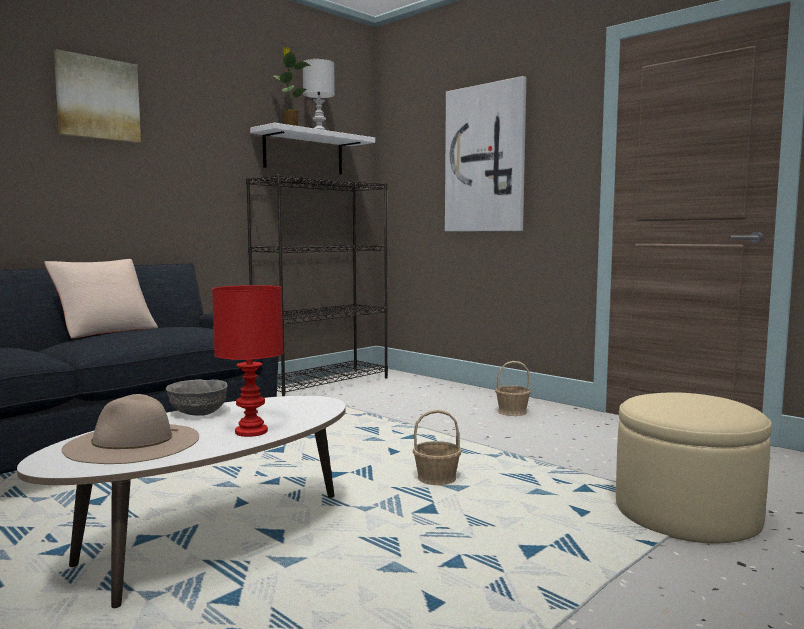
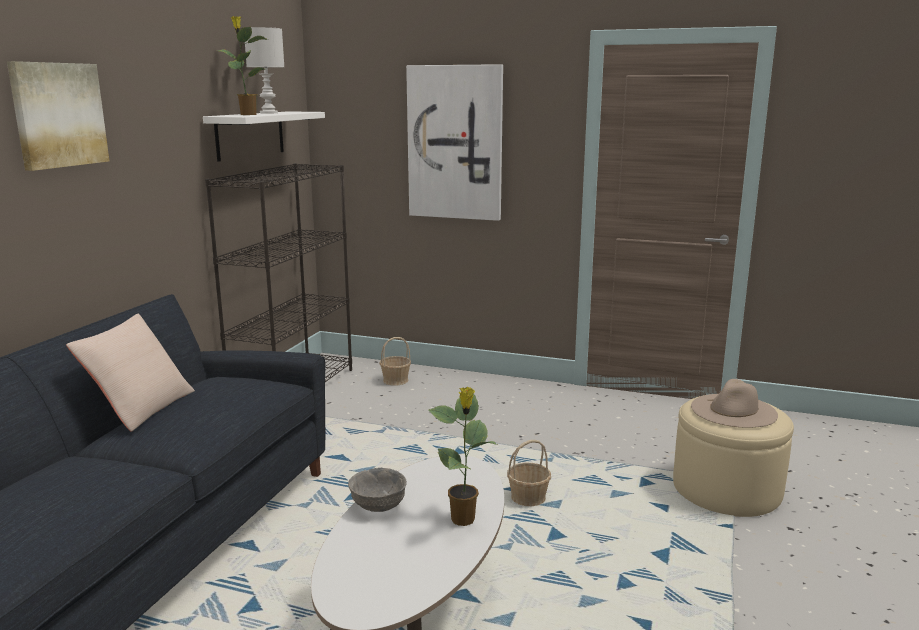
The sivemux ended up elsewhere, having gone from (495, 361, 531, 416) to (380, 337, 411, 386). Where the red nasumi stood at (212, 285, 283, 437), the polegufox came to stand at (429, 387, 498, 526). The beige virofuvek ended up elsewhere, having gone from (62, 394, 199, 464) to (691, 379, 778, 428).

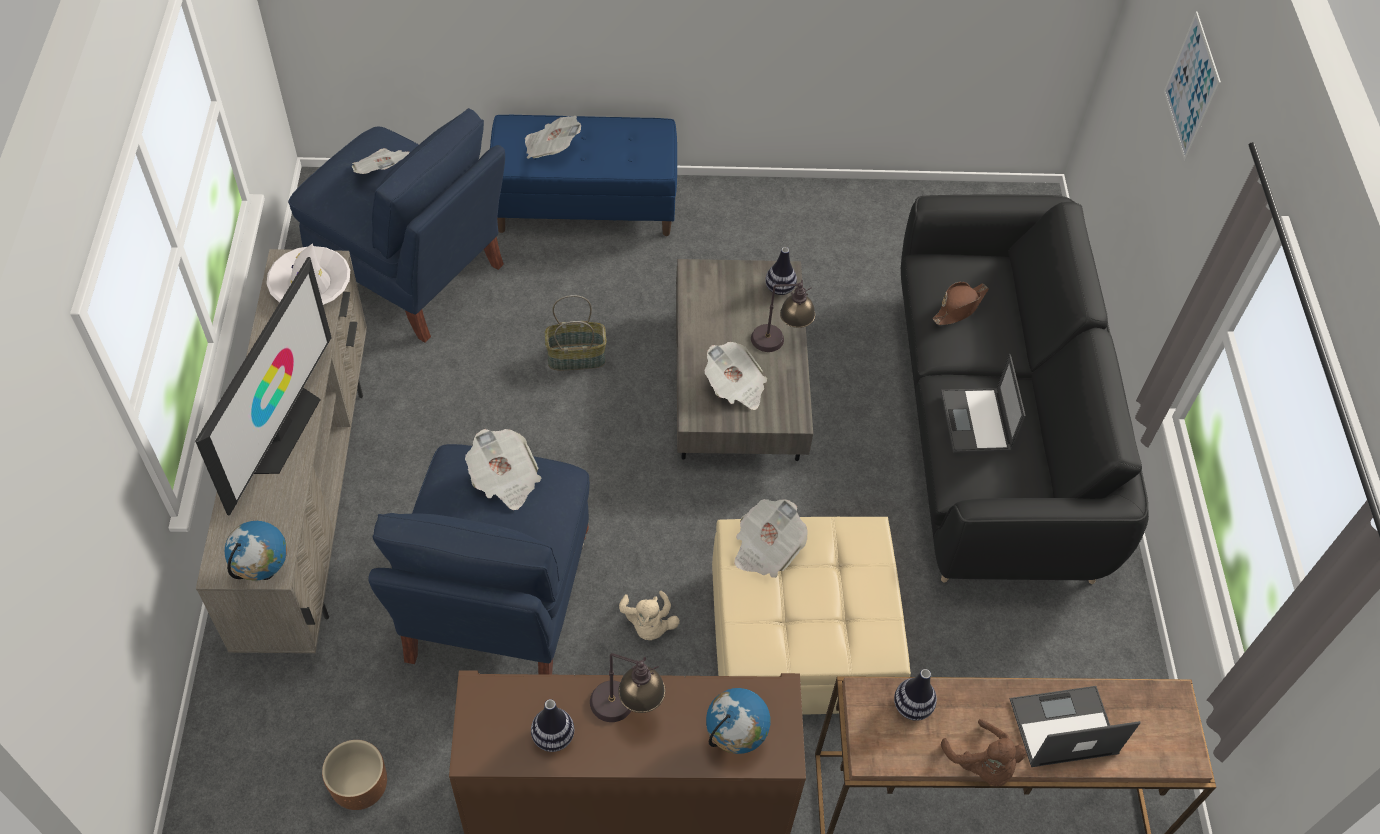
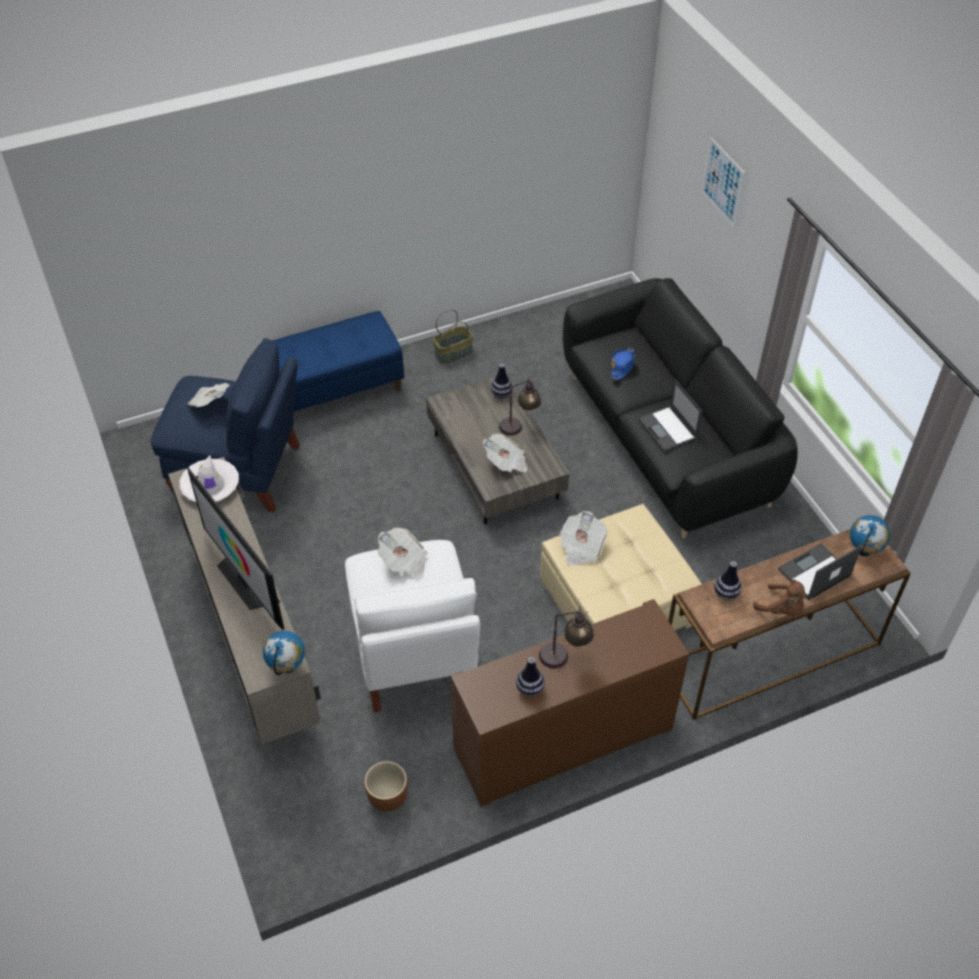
The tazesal at (195, 257, 332, 516) ended up facing another way, 150 degrees clockwise from before. What was the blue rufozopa at (368, 444, 590, 675) turned into the white rufozopa at (345, 540, 480, 712). The sivemux ended up elsewhere, having gone from (545, 295, 607, 370) to (433, 309, 473, 364). What was the brown virofuvek at (933, 282, 989, 325) turned into the blue virofuvek at (611, 347, 635, 380). The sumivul ended up elsewhere, having gone from (706, 688, 771, 754) to (850, 515, 890, 557). The second view lost the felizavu at (525, 116, 581, 159). The second view lost the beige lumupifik at (619, 591, 680, 640).

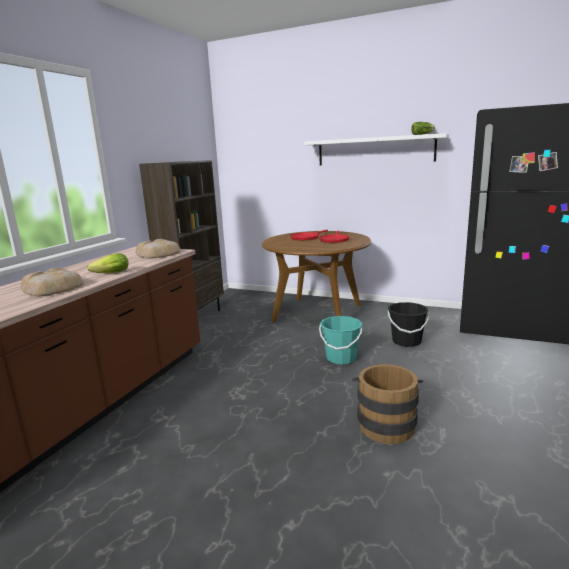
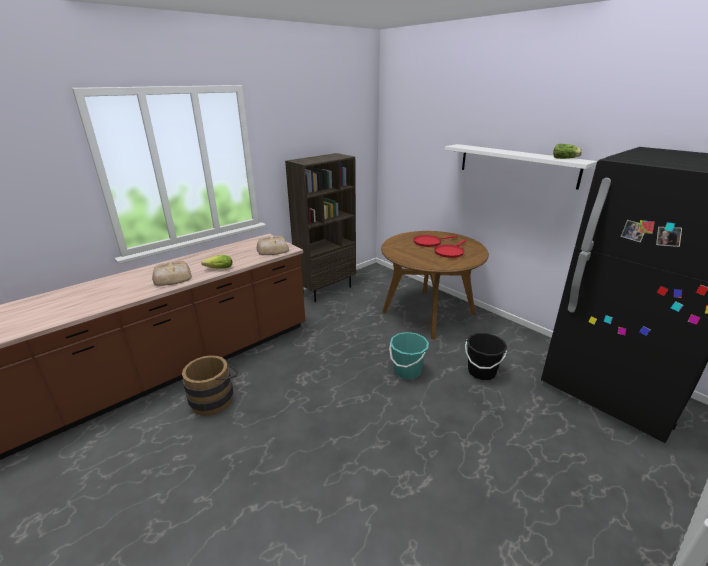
The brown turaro ended up elsewhere, having gone from (352, 364, 423, 444) to (182, 355, 239, 416).

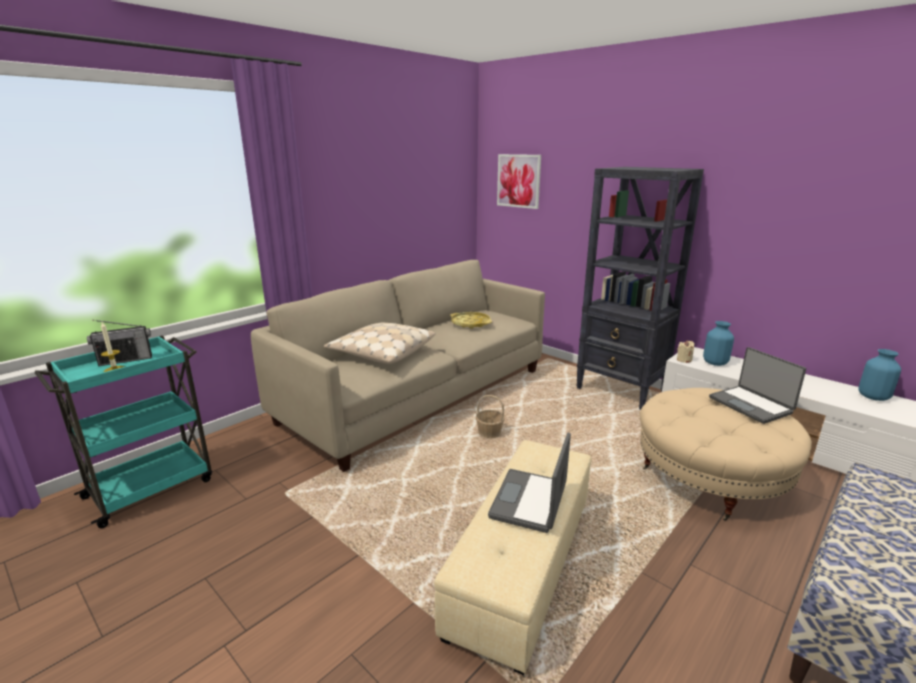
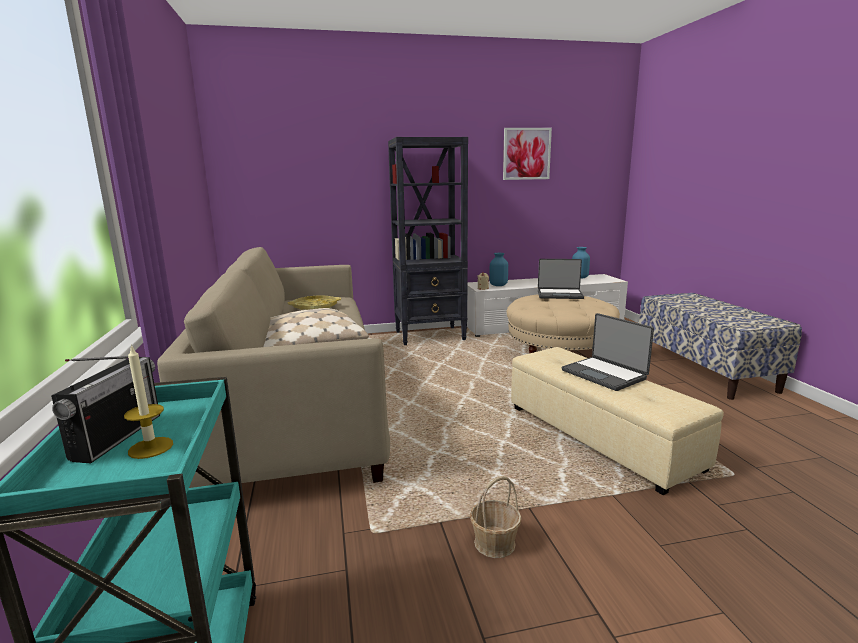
The sivemux ended up elsewhere, having gone from (476, 395, 505, 439) to (470, 476, 522, 558). The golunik ended up elsewhere, having gone from (497, 154, 541, 209) to (503, 128, 552, 180).

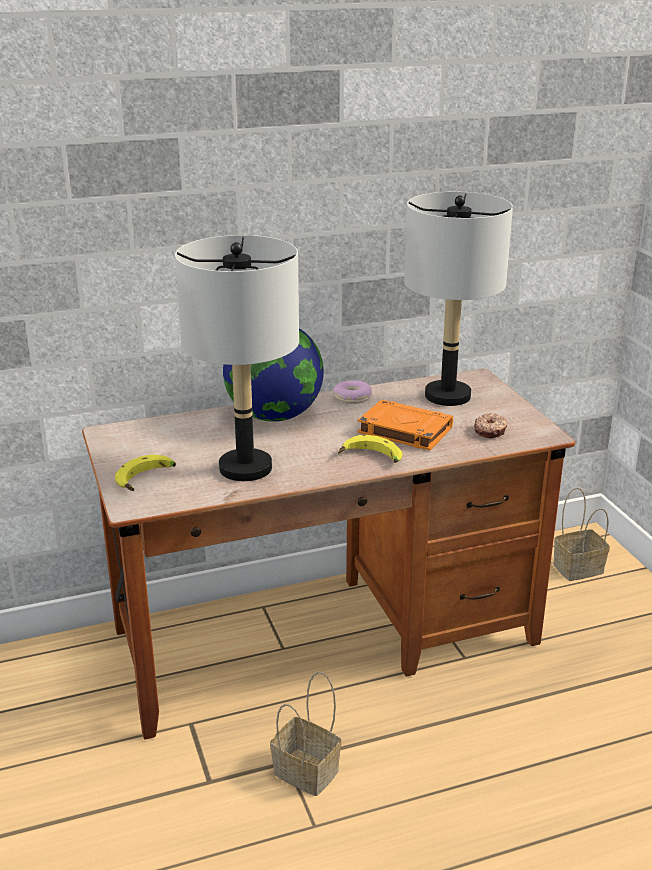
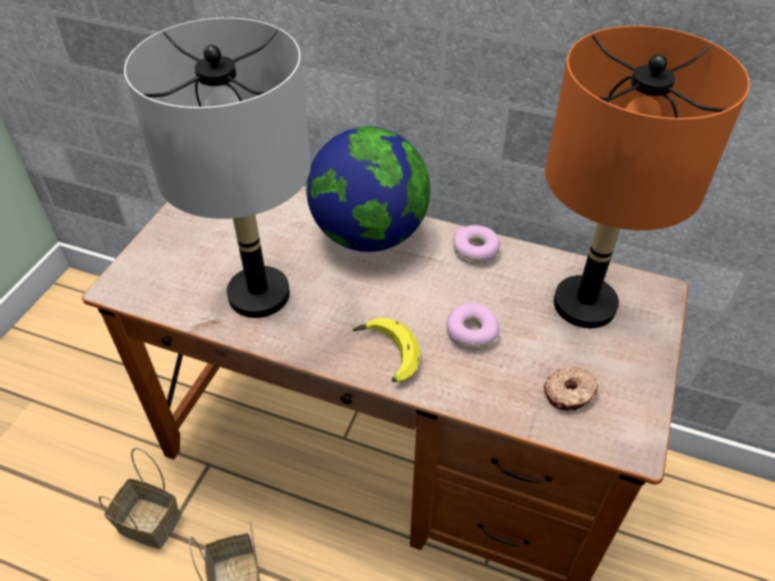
The sivemux ended up elsewhere, having gone from (553, 487, 610, 581) to (99, 448, 181, 549). Where the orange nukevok stood at (357, 400, 453, 450), the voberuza came to stand at (446, 303, 499, 349). What was the grey nasumi at (404, 192, 513, 406) turned into the orange nasumi at (545, 26, 750, 328). The second view lost the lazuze at (115, 455, 176, 491).

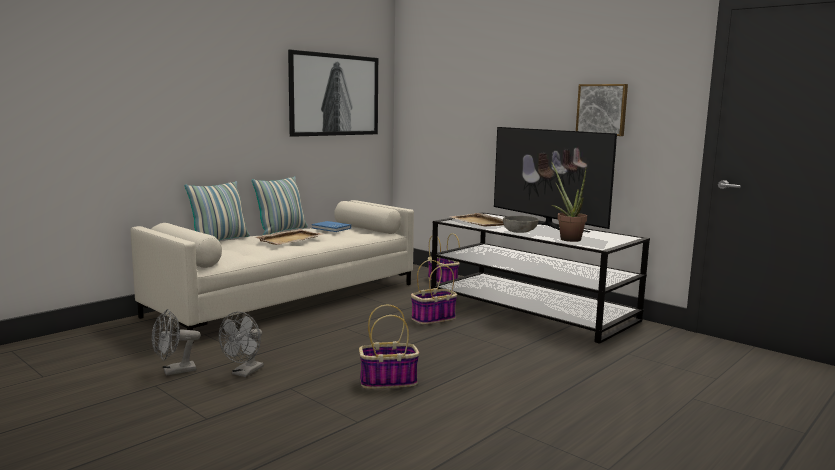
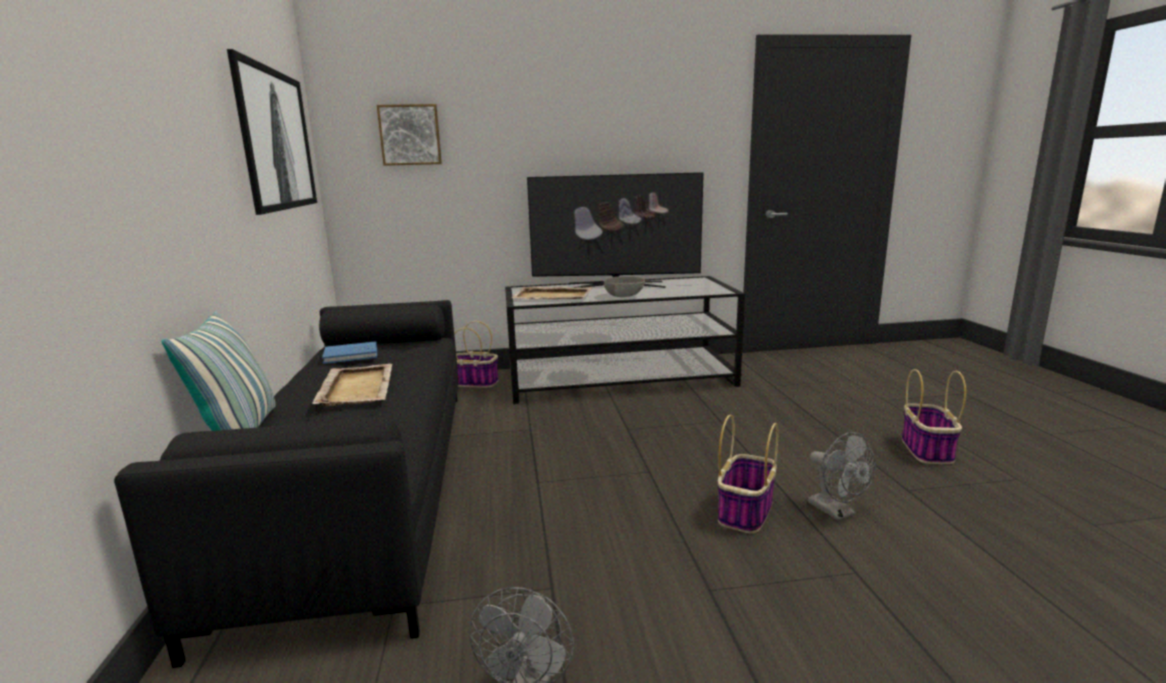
What was the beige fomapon at (131, 200, 414, 343) turned into the black fomapon at (114, 300, 459, 668). The golunik ended up elsewhere, having gone from (576, 84, 628, 136) to (377, 104, 442, 166). The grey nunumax ended up elsewhere, having gone from (219, 312, 264, 377) to (808, 432, 876, 521). The sivemux ended up elsewhere, having gone from (411, 260, 457, 324) to (901, 369, 966, 464). The second view lost the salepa at (252, 176, 308, 235). The second view lost the polegufox at (552, 163, 587, 242).

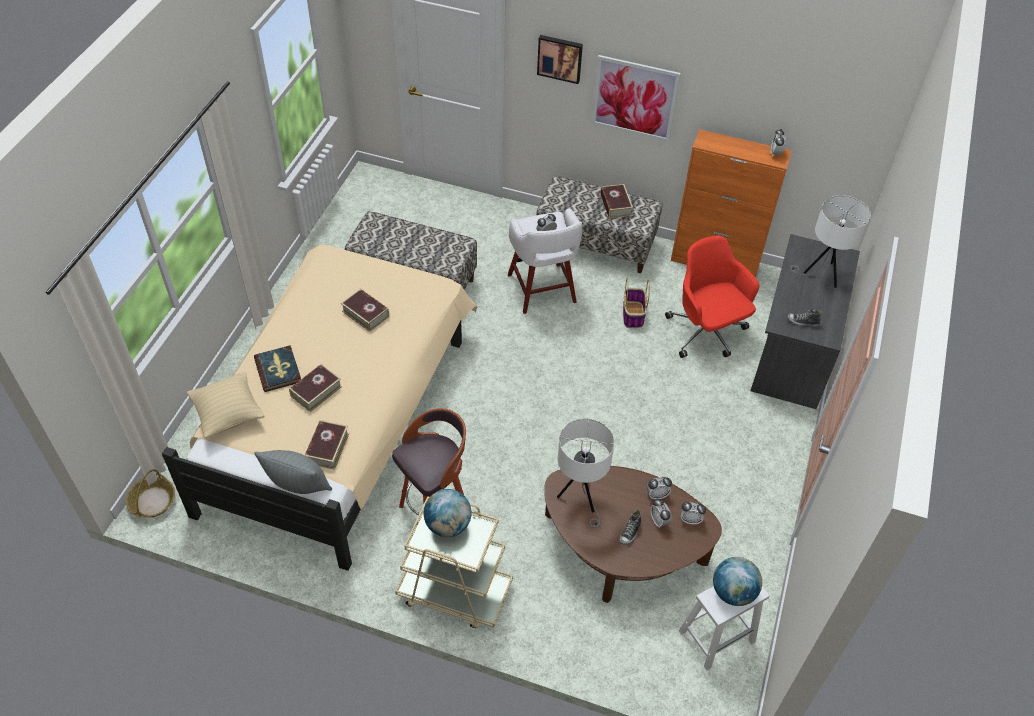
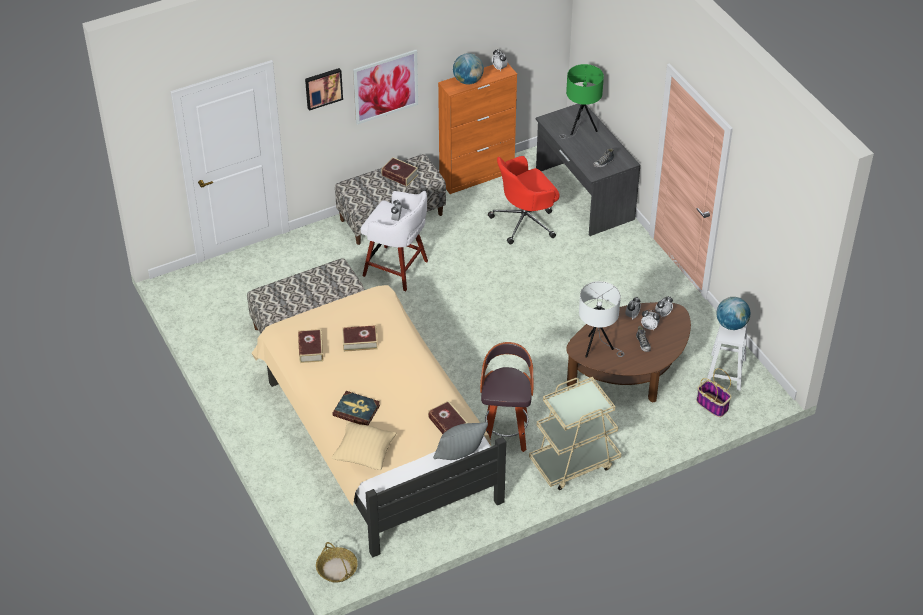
The nukevok ended up elsewhere, having gone from (289, 364, 342, 412) to (298, 329, 323, 363). The sumivul ended up elsewhere, having gone from (424, 489, 472, 537) to (453, 53, 484, 85). The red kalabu at (665, 236, 759, 358) ended up facing another way, 45 degrees counterclockwise from before. What was the white nasumi at (790, 195, 871, 288) turned into the green nasumi at (560, 64, 604, 139). The sivemux ended up elsewhere, having gone from (623, 278, 650, 328) to (696, 368, 732, 417).

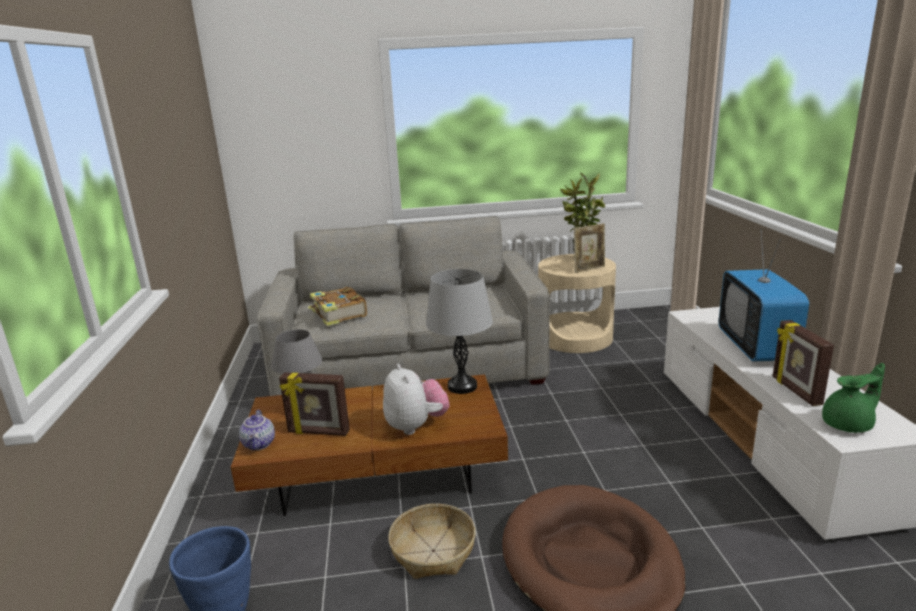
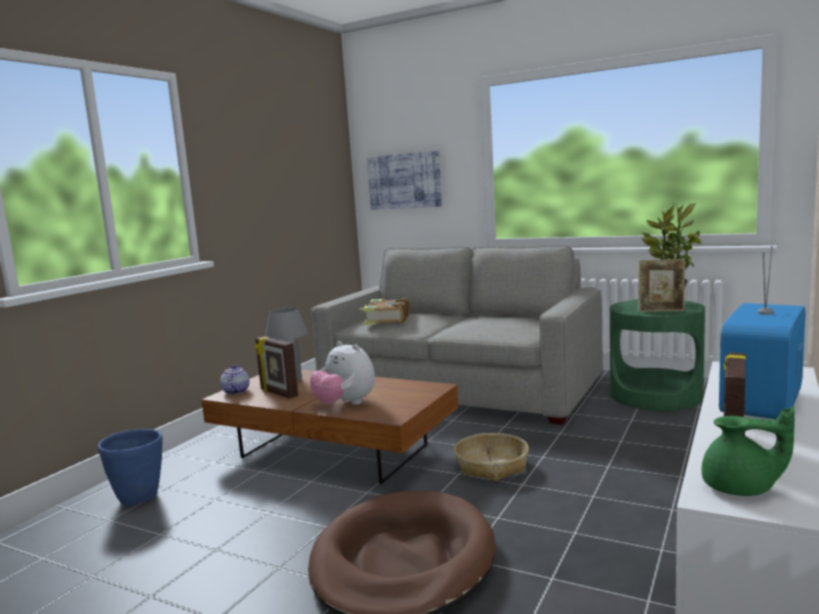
The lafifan at (239, 410, 275, 450) ended up facing another way, 150 degrees clockwise from before. The lumupifik at (383, 364, 450, 435) ended up facing another way, 120 degrees clockwise from before. The second view gained the golunik at (367, 151, 442, 210). The sivemux ended up elsewhere, having gone from (388, 504, 476, 579) to (454, 433, 529, 482). What was the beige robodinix at (538, 254, 616, 353) turned into the green robodinix at (610, 299, 705, 411). The second view lost the grey nasumi at (426, 269, 493, 394).

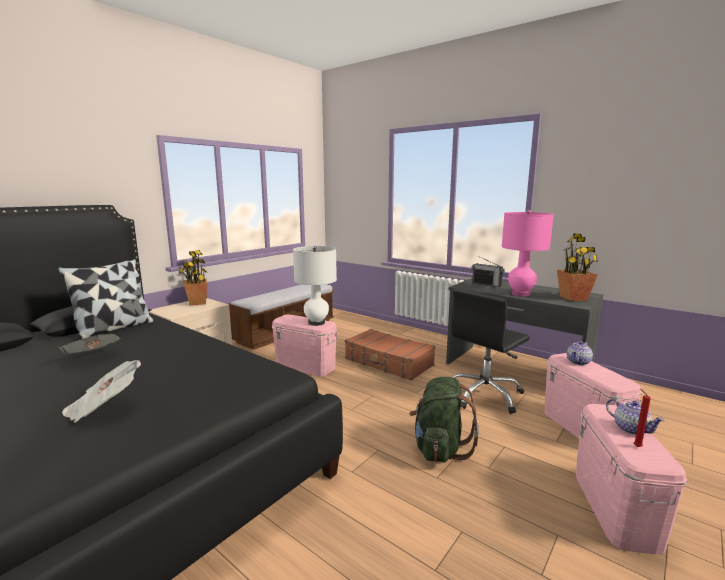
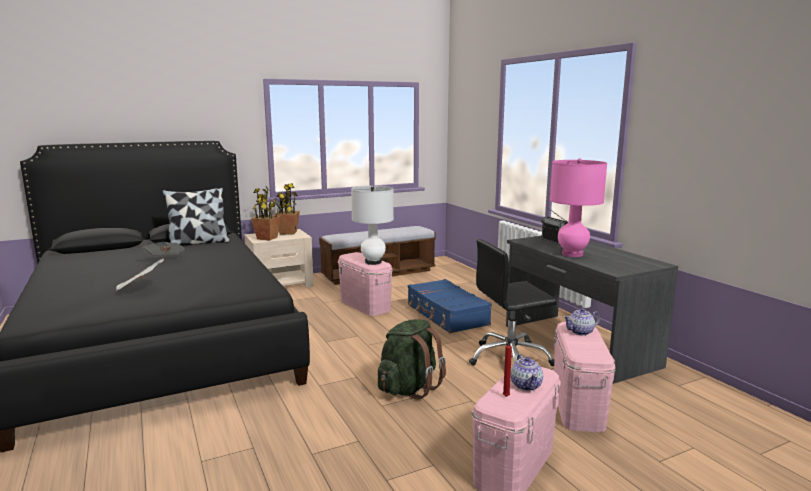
The polegufox ended up elsewhere, having gone from (557, 234, 598, 301) to (251, 186, 281, 241). What was the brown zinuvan at (345, 329, 435, 380) turned into the blue zinuvan at (408, 279, 492, 333).

